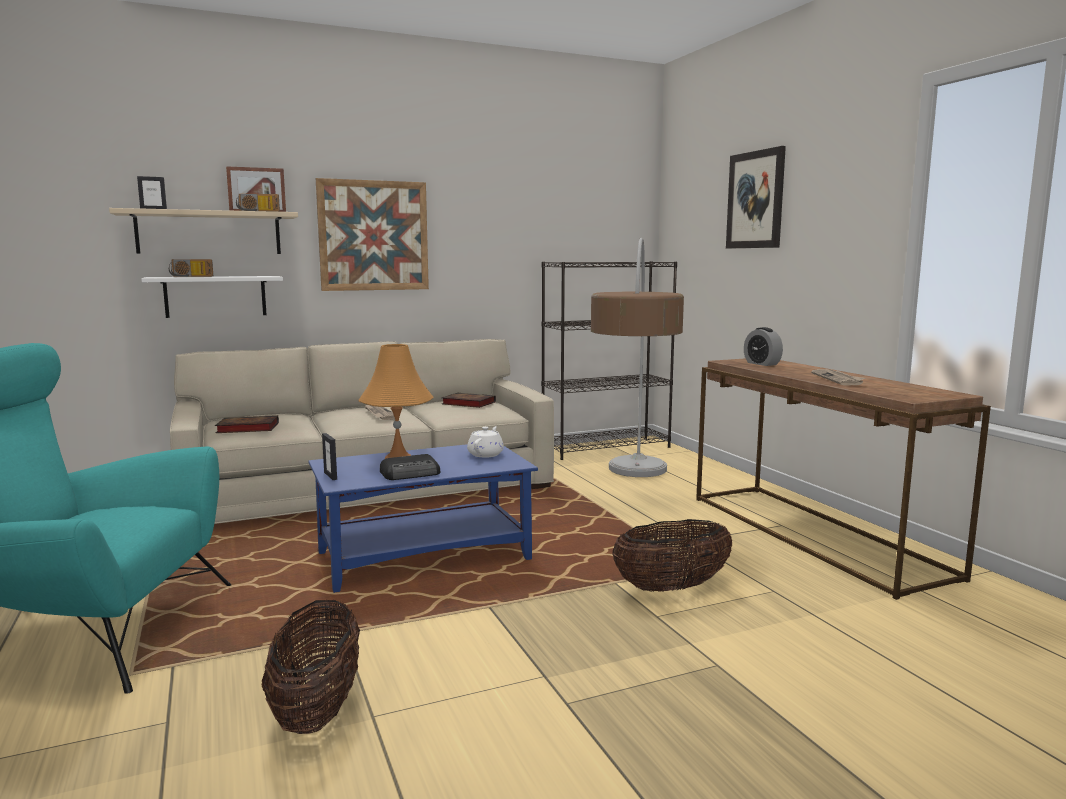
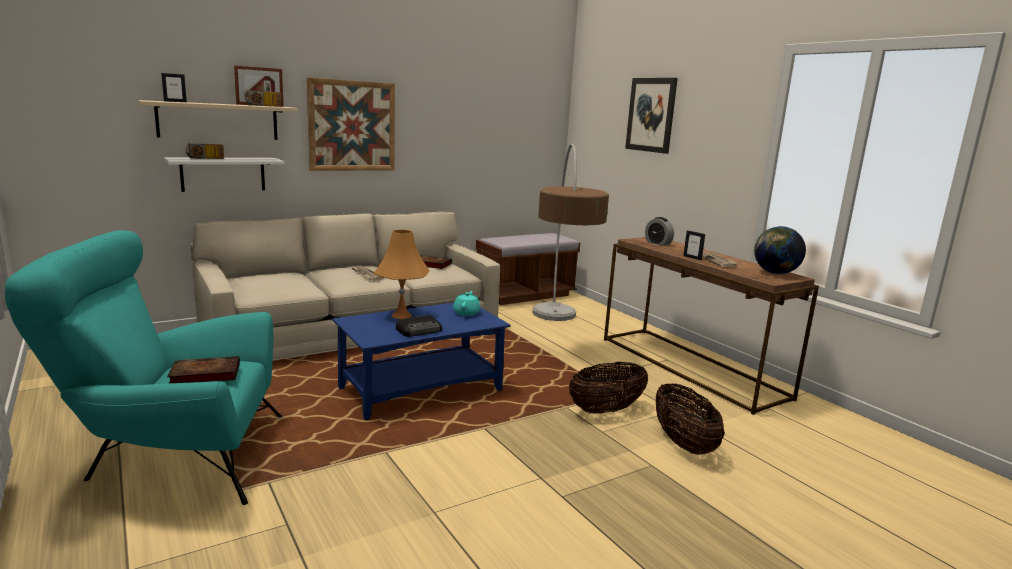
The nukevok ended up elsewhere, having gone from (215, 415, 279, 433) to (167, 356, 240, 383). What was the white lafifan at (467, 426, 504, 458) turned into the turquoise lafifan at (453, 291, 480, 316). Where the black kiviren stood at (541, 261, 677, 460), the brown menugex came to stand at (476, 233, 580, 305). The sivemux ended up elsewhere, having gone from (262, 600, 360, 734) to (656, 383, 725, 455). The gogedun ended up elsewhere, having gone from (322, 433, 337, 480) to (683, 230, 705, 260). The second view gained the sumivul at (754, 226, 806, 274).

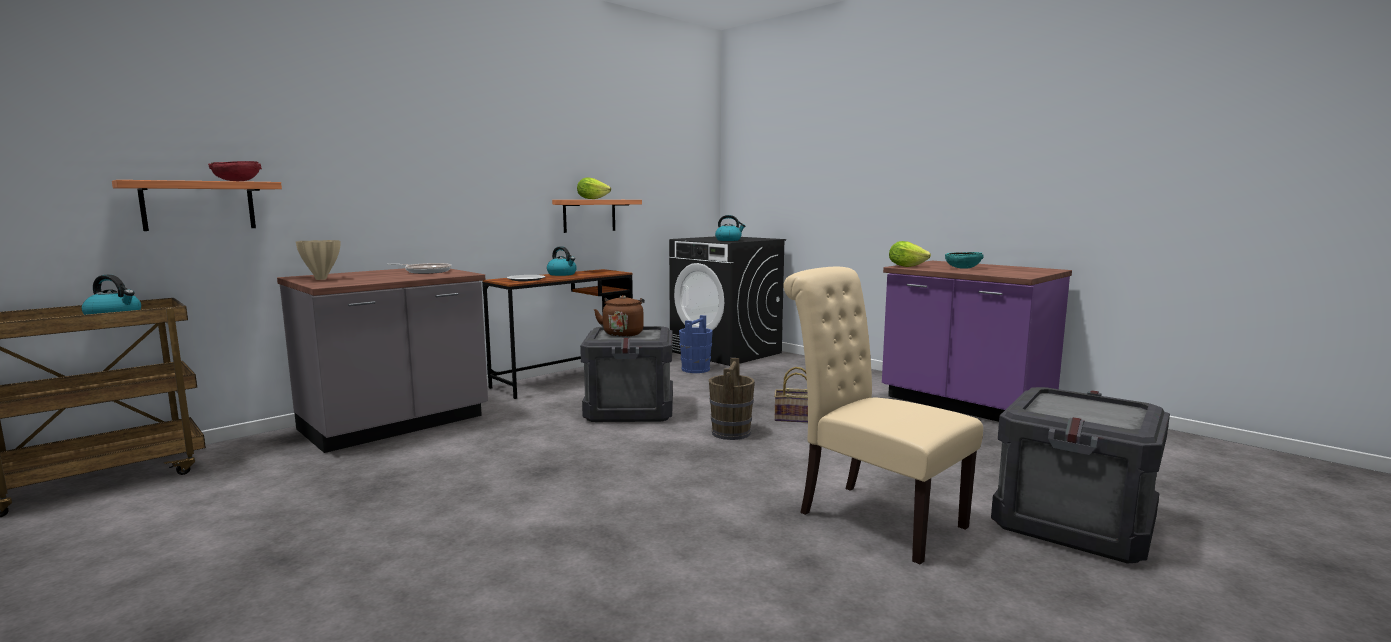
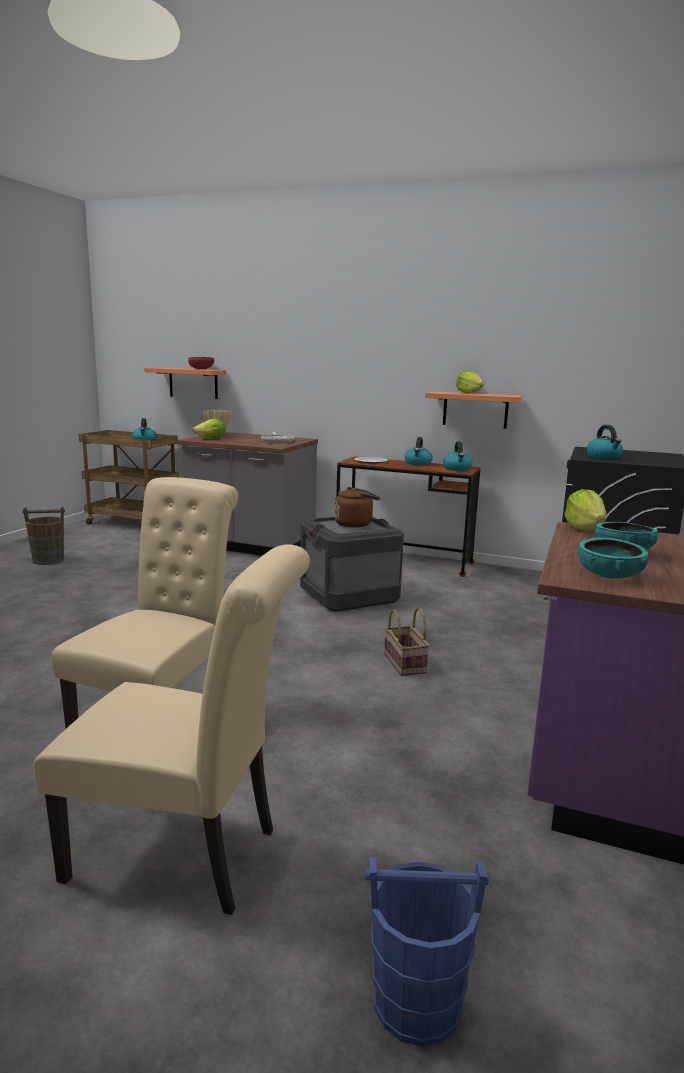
The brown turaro ended up elsewhere, having gone from (709, 358, 755, 440) to (22, 506, 65, 565). Where the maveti stood at (991, 387, 1170, 564), the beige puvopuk came to stand at (34, 544, 310, 915). The second view gained the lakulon at (193, 419, 226, 439). The blue turaro ended up elsewhere, having gone from (679, 315, 713, 373) to (365, 857, 489, 1047). The second view gained the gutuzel at (443, 441, 472, 471). The second view gained the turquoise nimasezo at (578, 537, 648, 579).

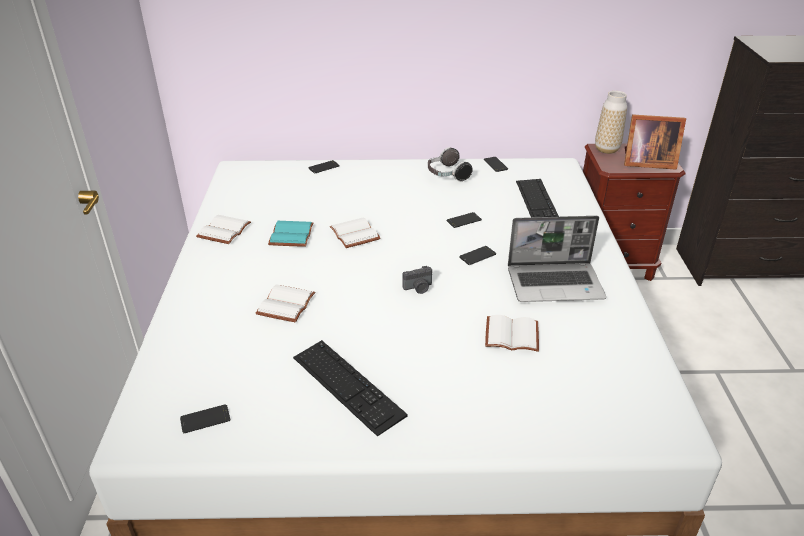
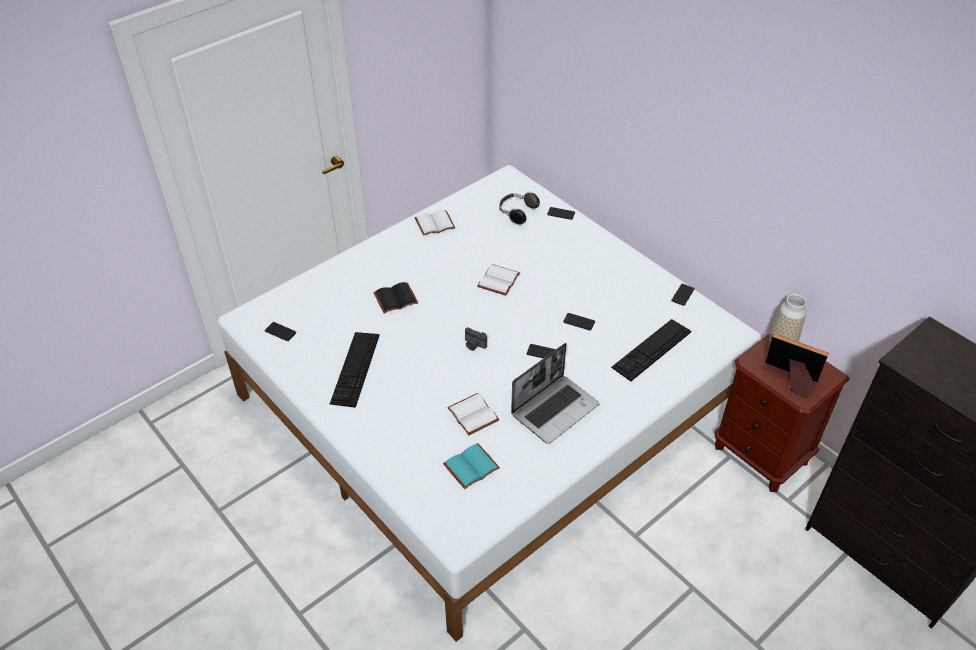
What was the white nukevok at (255, 284, 315, 323) turned into the black nukevok at (373, 282, 418, 313). The turquoise nukevok ended up elsewhere, having gone from (268, 221, 313, 247) to (443, 443, 500, 489). The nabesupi ended up elsewhere, having gone from (428, 147, 472, 182) to (499, 192, 540, 225). The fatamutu at (508, 216, 606, 302) ended up facing another way, 90 degrees counterclockwise from before. The gogedun at (624, 114, 686, 170) ended up facing another way, 150 degrees clockwise from before.

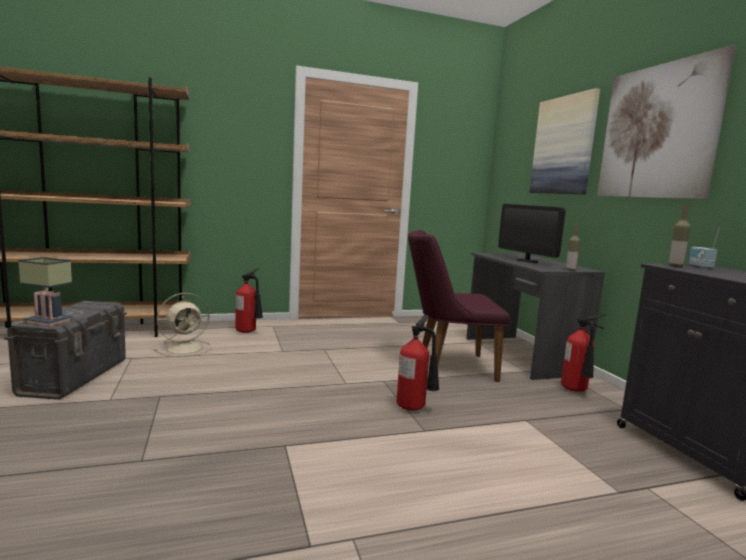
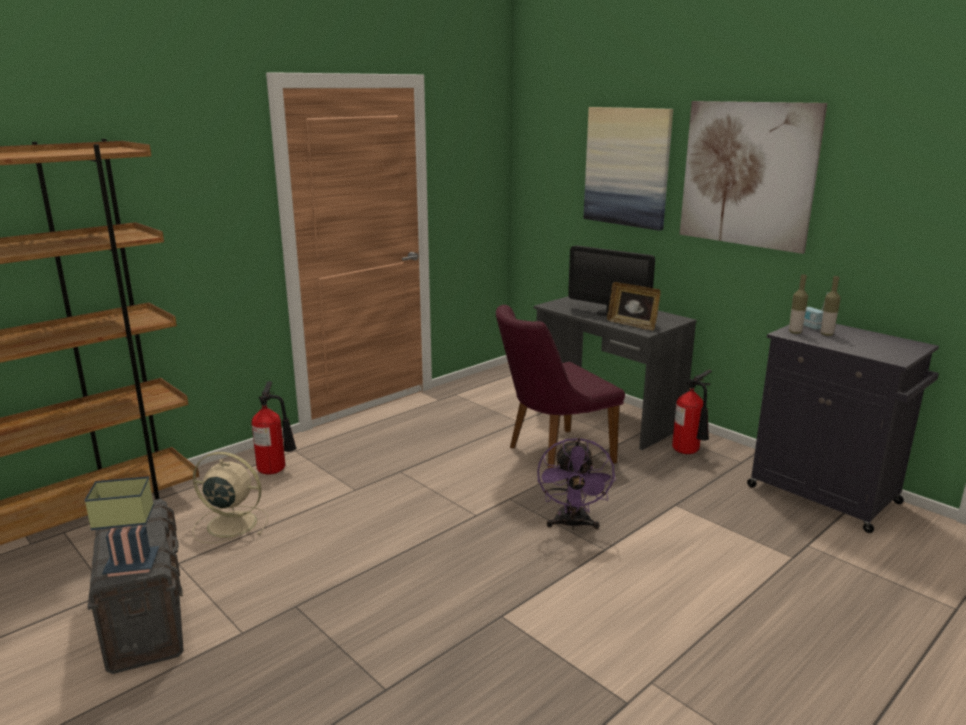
The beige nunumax at (154, 293, 212, 357) ended up facing another way, 105 degrees counterclockwise from before. Where the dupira stood at (397, 315, 440, 411), the purple nunumax came to stand at (537, 438, 616, 530). The second view gained the gogedun at (607, 282, 661, 331). The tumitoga ended up elsewhere, having gone from (566, 224, 580, 271) to (820, 276, 841, 336).

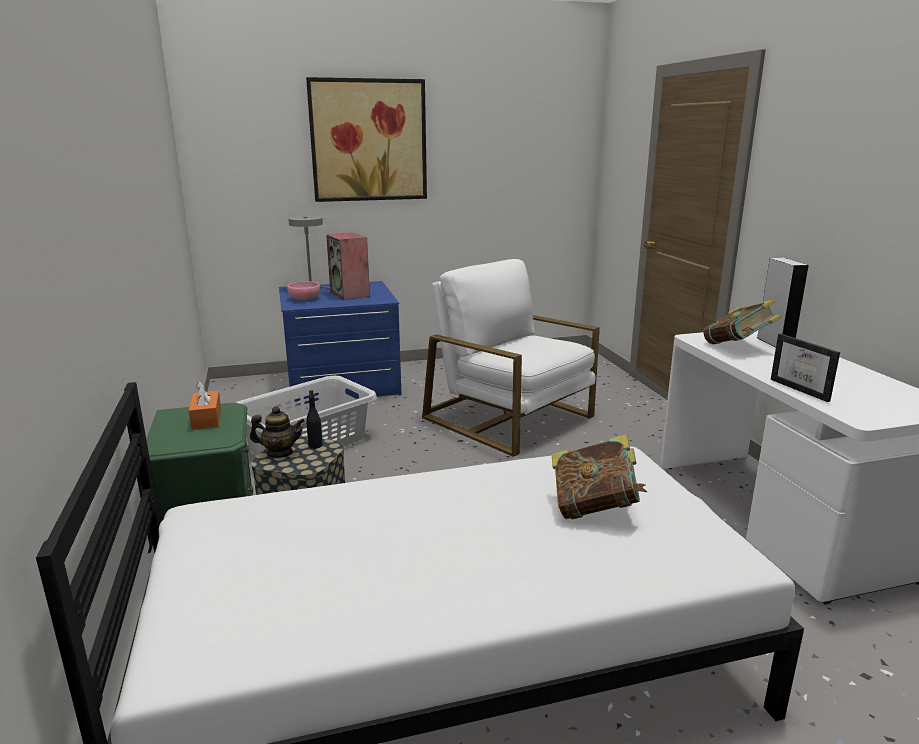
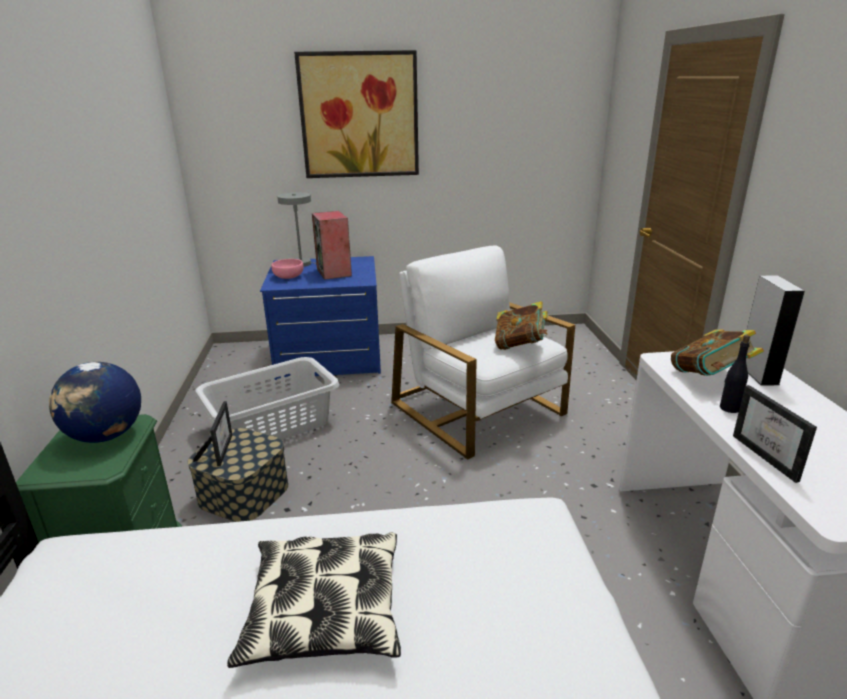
Where the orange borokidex stood at (189, 381, 221, 430), the sumivul came to stand at (49, 362, 141, 443). Where the lafifan stood at (250, 406, 305, 458), the gogedun came to stand at (193, 401, 233, 466). The second view gained the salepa at (227, 532, 401, 668). The nukevok ended up elsewhere, having gone from (552, 434, 647, 519) to (495, 301, 548, 350). The black tumitoga ended up elsewhere, having gone from (306, 390, 323, 449) to (720, 335, 750, 413).

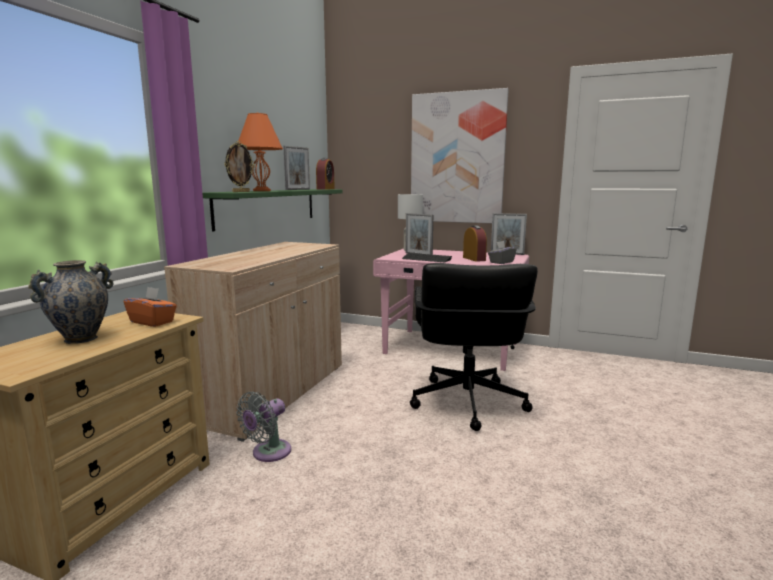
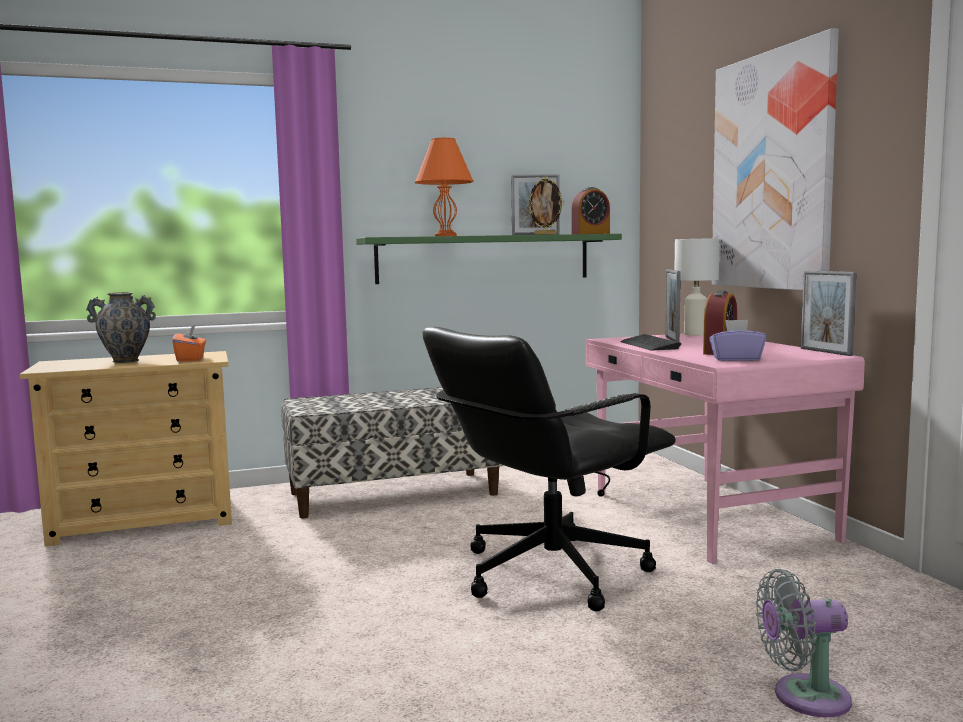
Where the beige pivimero stood at (164, 242, 342, 442), the menugex came to stand at (281, 387, 504, 518). The gogedun ended up elsewhere, having gone from (224, 141, 255, 192) to (527, 177, 564, 235). What was the grey borokidex at (488, 241, 517, 264) turned into the purple borokidex at (709, 320, 767, 361). The grey nunumax ended up elsewhere, having gone from (236, 391, 291, 462) to (756, 569, 852, 717).

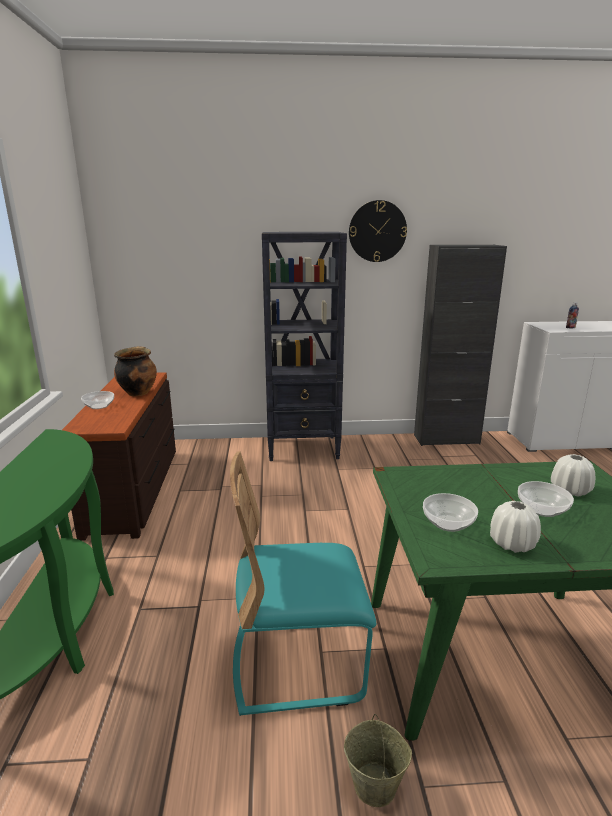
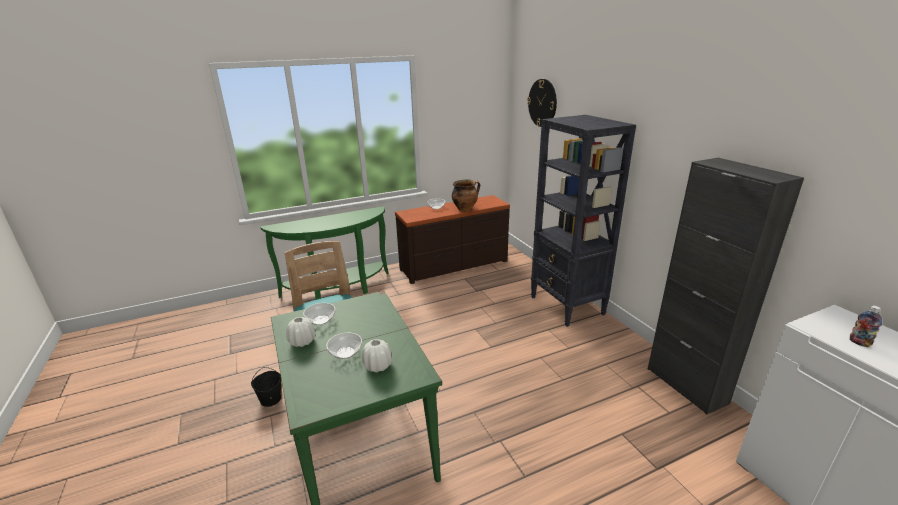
What was the beige turaro at (344, 714, 412, 807) turned into the black turaro at (251, 367, 281, 407). The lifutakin ended up elsewhere, having gone from (349, 200, 407, 262) to (527, 79, 557, 127).

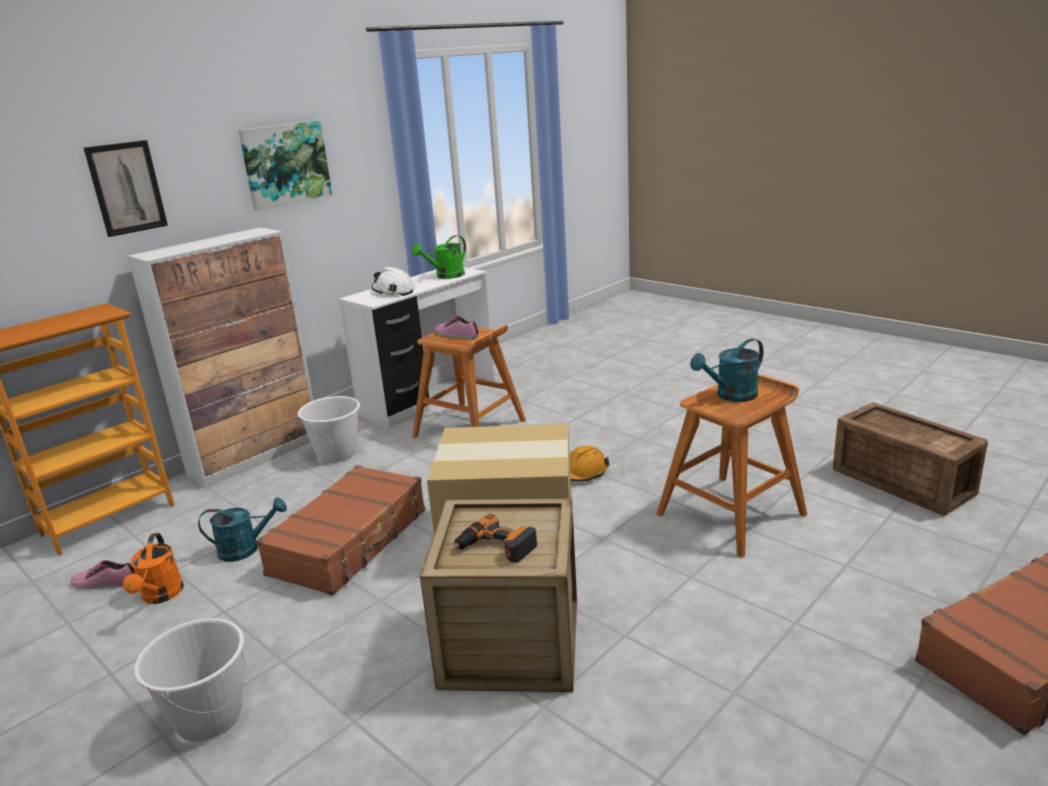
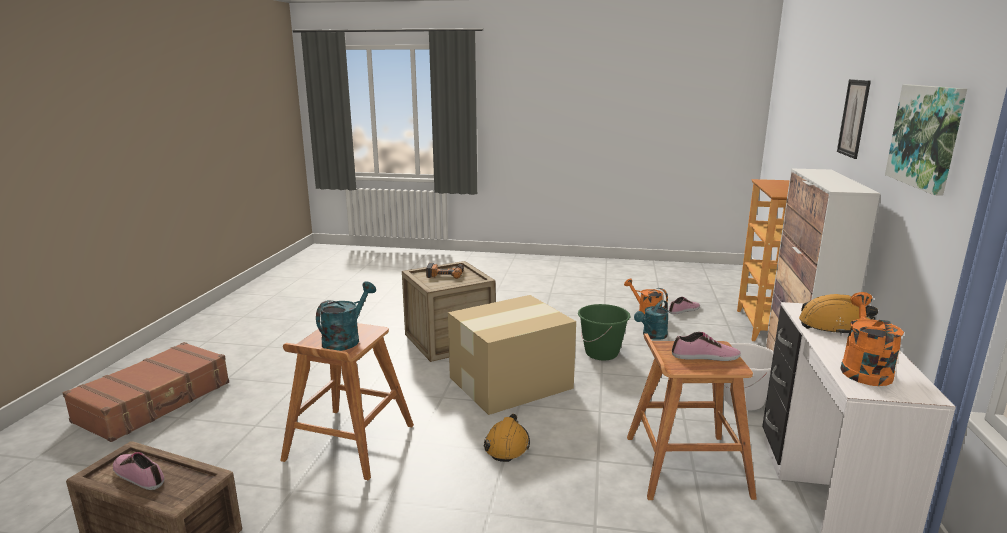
The second view gained the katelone at (113, 452, 164, 490). Where the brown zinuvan stood at (256, 465, 425, 596), the green turaro came to stand at (578, 304, 630, 360). What was the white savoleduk at (372, 267, 415, 296) turned into the orange savoleduk at (799, 294, 878, 335). What was the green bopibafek at (412, 235, 466, 279) turned into the orange bopibafek at (840, 292, 904, 386). The second view lost the white turaro at (134, 618, 246, 742).

